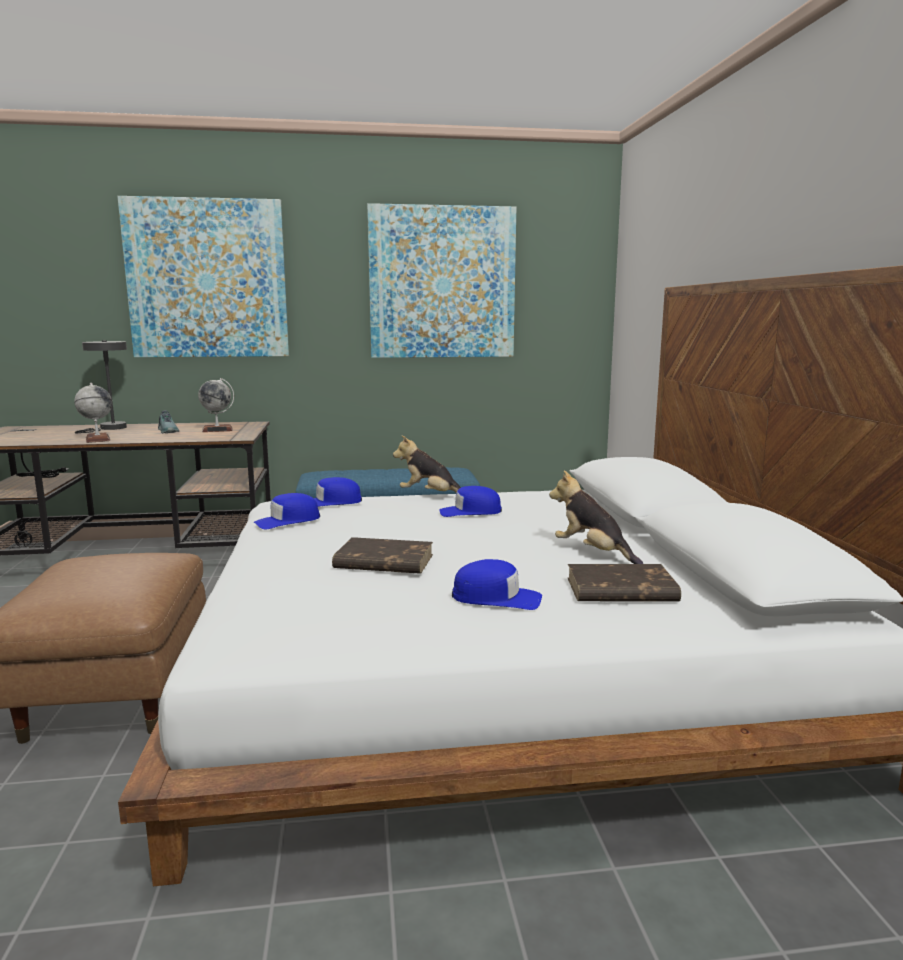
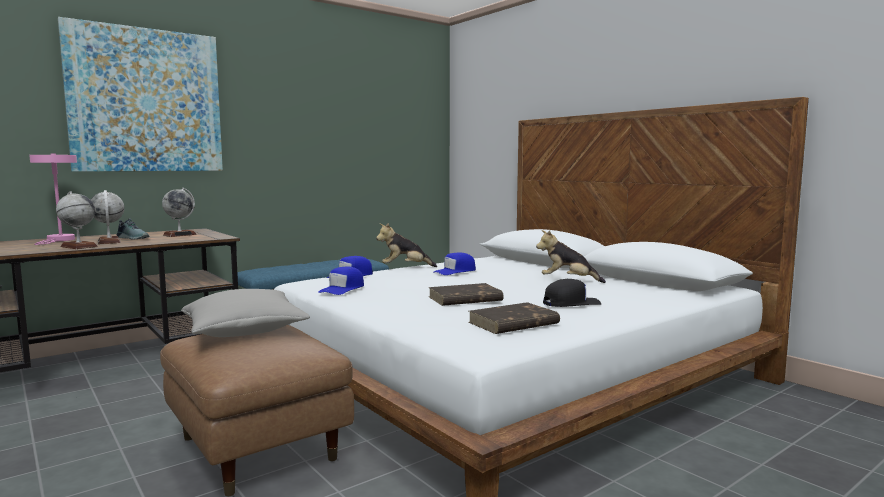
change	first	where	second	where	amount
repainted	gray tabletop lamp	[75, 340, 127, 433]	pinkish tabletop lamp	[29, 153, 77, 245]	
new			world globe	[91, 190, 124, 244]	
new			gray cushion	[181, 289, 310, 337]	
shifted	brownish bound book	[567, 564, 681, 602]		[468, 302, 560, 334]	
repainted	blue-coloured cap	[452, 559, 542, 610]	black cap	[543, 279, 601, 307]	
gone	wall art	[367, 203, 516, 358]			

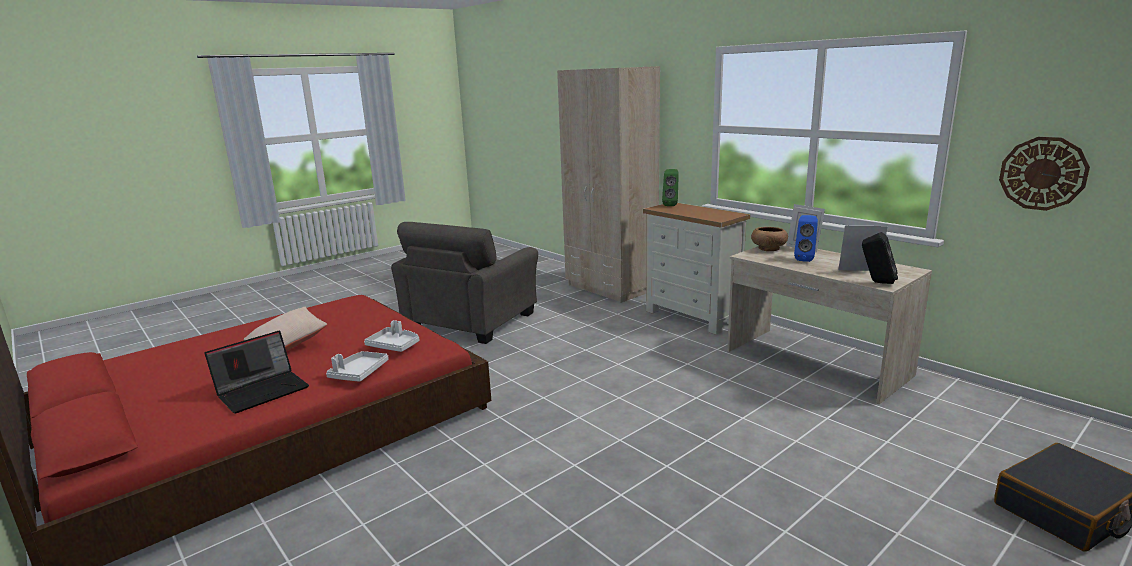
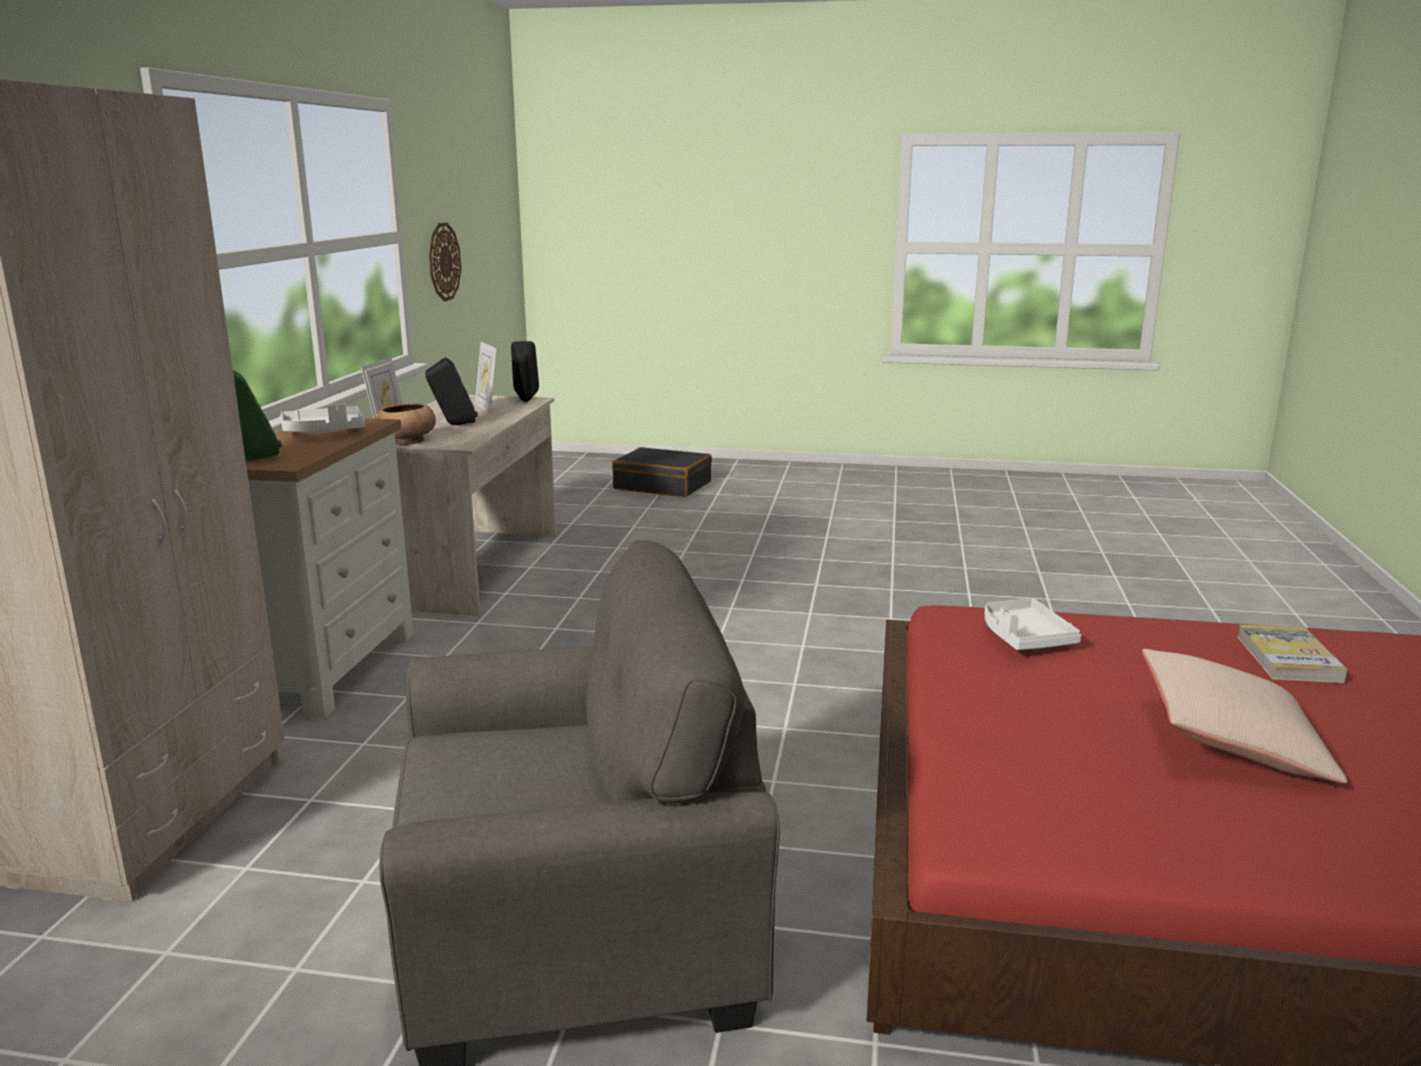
change	first	where	second	where	amount
shifted	white-coloured carrying tray	[326, 351, 389, 382]		[280, 404, 365, 433]	
repainted	blue-coloured audio speaker	[794, 215, 818, 262]	black audio speaker	[425, 357, 478, 425]	
swapped	portable computer	[204, 331, 309, 414]	bound book	[1237, 625, 1348, 683]	

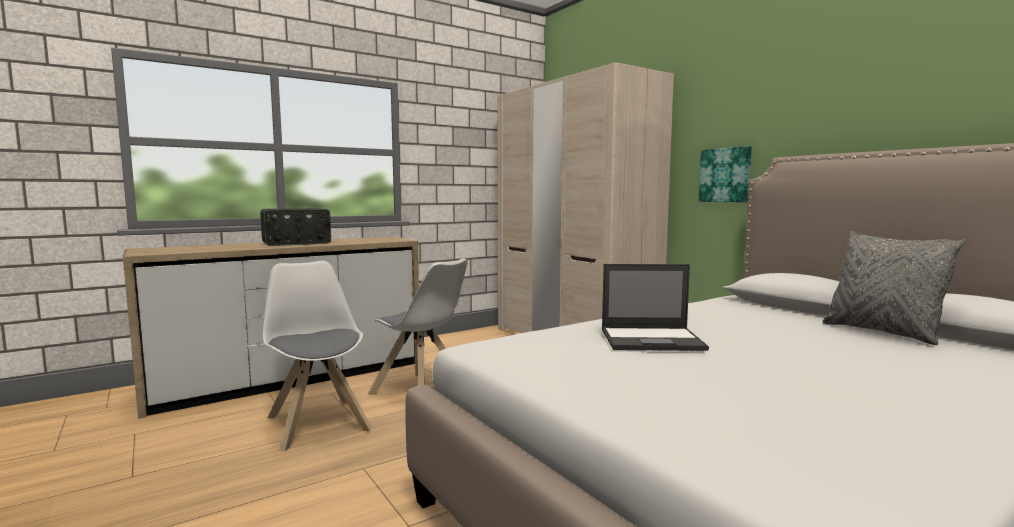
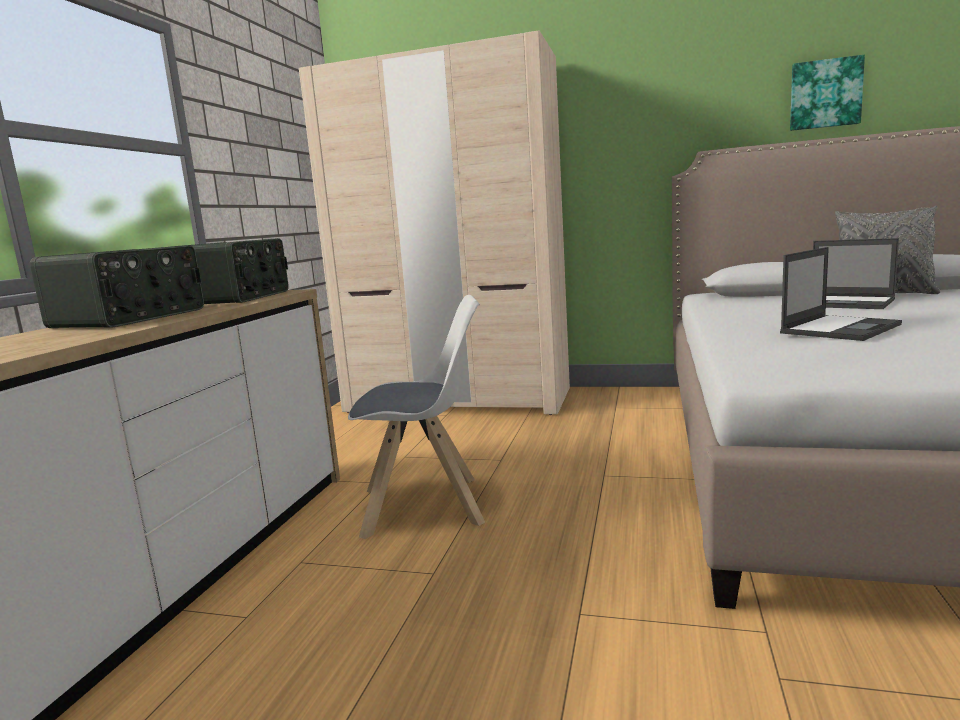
change	first	where	second	where	amount
new			radio set	[170, 238, 289, 304]	
shifted	wall art	[699, 146, 752, 202]		[790, 55, 865, 131]	
new			portable computer	[813, 238, 899, 309]	
gone	chair	[263, 261, 372, 451]			

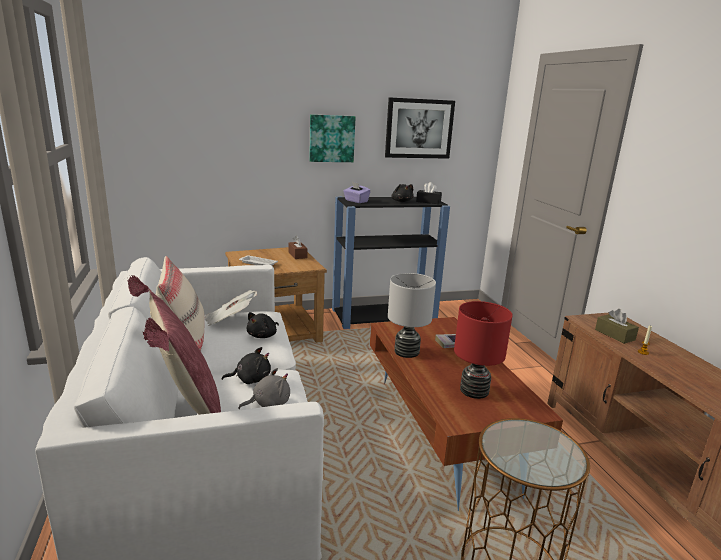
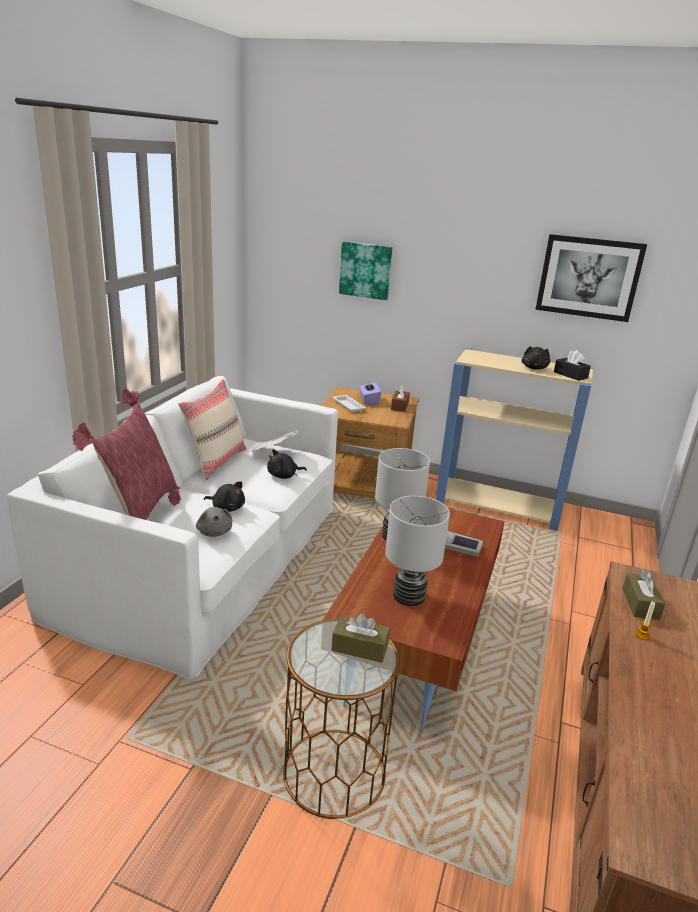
change	first	where	second	where	amount
rotated	gray cuddly toy	[238, 368, 290, 409]		[196, 507, 232, 537]	60 degrees clockwise
new			brownish tissue holder	[332, 613, 390, 663]	
shifted	wall art	[309, 114, 355, 162]		[339, 241, 392, 300]	
shifted	purplish tissue holder	[343, 182, 371, 203]		[359, 382, 381, 405]	
repainted	reddish tabletop lamp	[454, 301, 513, 399]	gray tabletop lamp	[385, 496, 450, 606]	
repainted	black shelving unit	[332, 197, 450, 329]	beige-coloured shelving unit	[436, 348, 593, 531]	

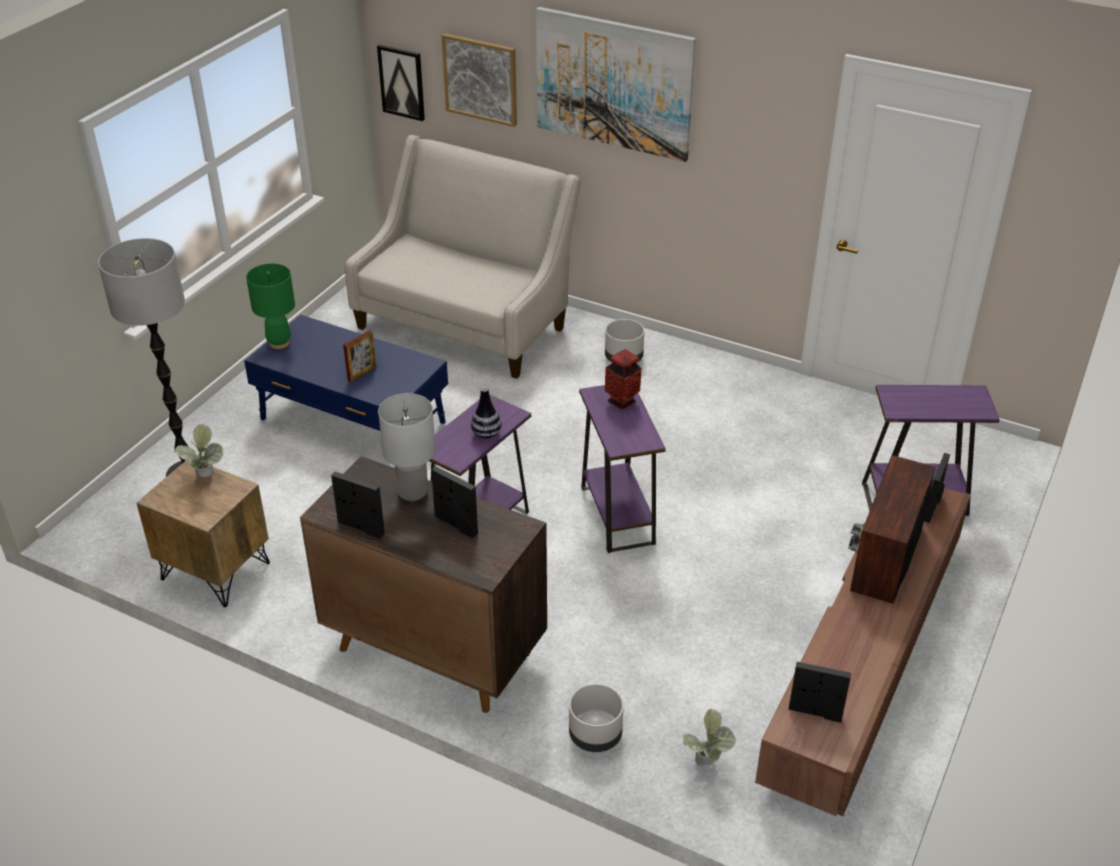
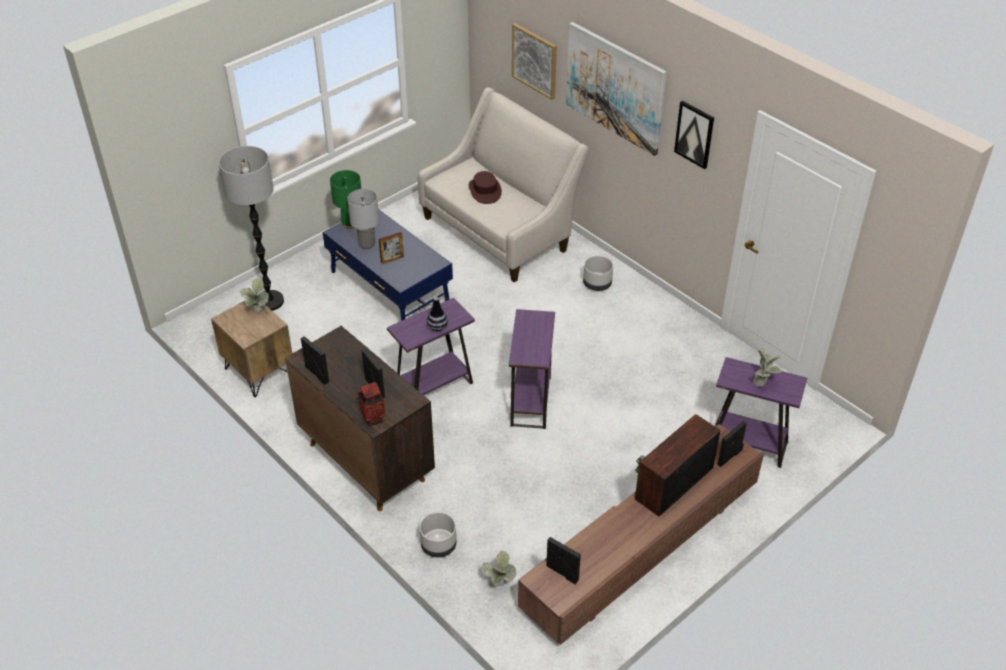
change	first	where	second	where	amount
shifted	gray tabletop lamp	[378, 393, 436, 501]		[347, 189, 379, 249]	
shifted	flower vase	[605, 349, 641, 410]		[358, 382, 385, 427]	
new			brownish clothing hat	[469, 171, 502, 204]	
shifted	wall art	[377, 44, 425, 121]		[674, 101, 714, 169]	
new			houseplant	[753, 348, 781, 387]	

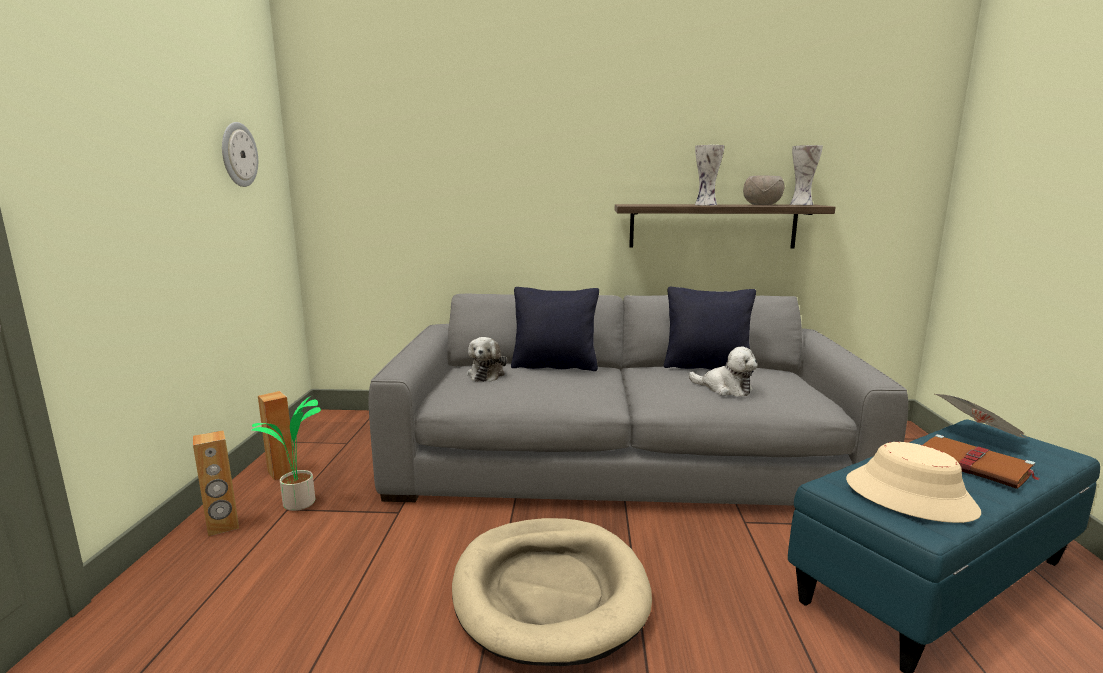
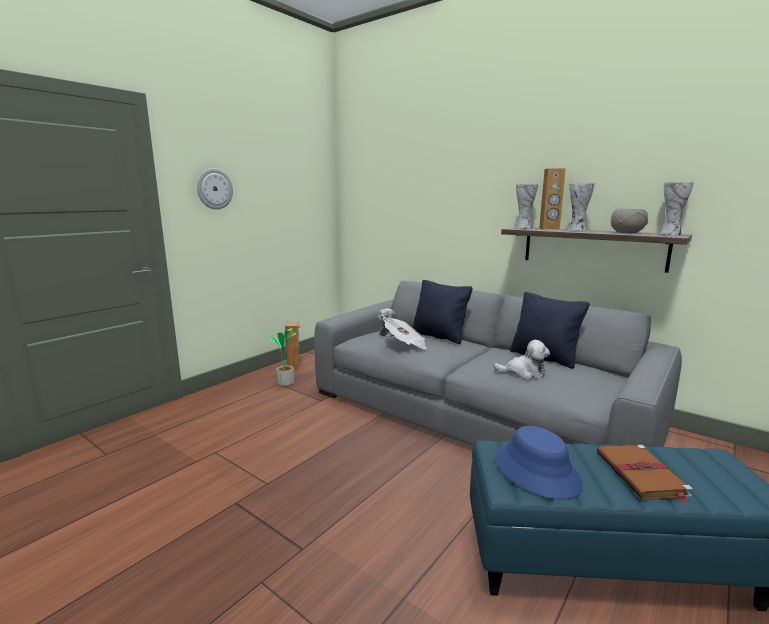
change	first	where	second	where	amount
shifted	wall clock	[222, 122, 258, 187]		[197, 168, 233, 210]	
shifted	daily paper	[935, 394, 1027, 438]		[383, 317, 426, 349]	
rotated	cuddly toy	[689, 347, 758, 397]		[493, 340, 550, 379]	60 degrees counterclockwise
repainted	beige-coloured clothing hat	[846, 442, 981, 523]	blue-coloured clothing hat	[495, 426, 583, 500]	
new			flower vase	[515, 184, 538, 229]	
shifted	brownish audio speaker	[193, 430, 239, 536]		[539, 168, 566, 230]	
gone	beige-coloured pet bed	[452, 518, 652, 666]			

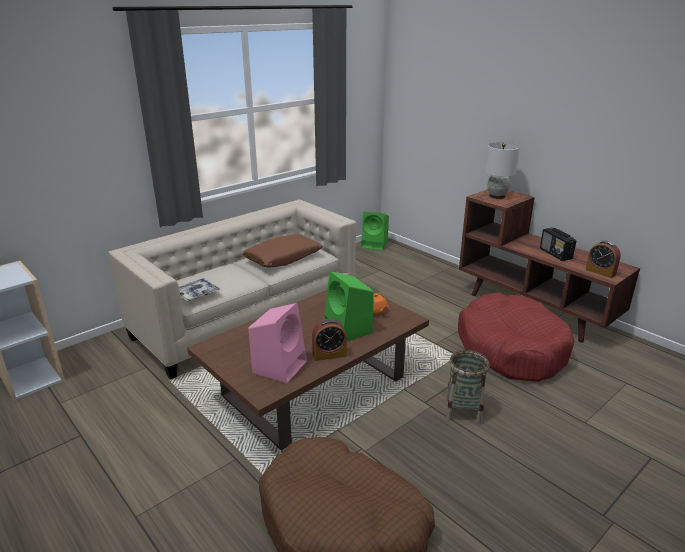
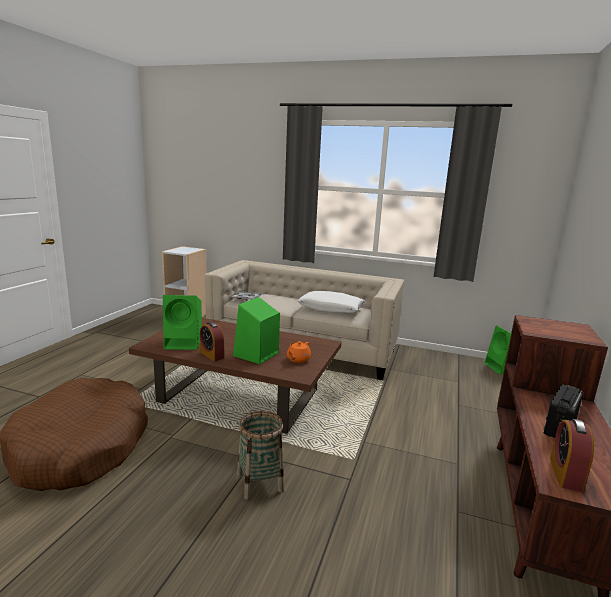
change	first	where	second	where	amount
repainted	pinkish audio speaker	[248, 303, 307, 384]	green audio speaker	[163, 295, 202, 350]	
repainted	brownish cushion	[242, 234, 323, 267]	white-coloured cushion	[297, 291, 365, 313]	
gone	reddish pet bed	[458, 293, 574, 382]			
gone	white-coloured tabletop lamp	[485, 142, 520, 199]			

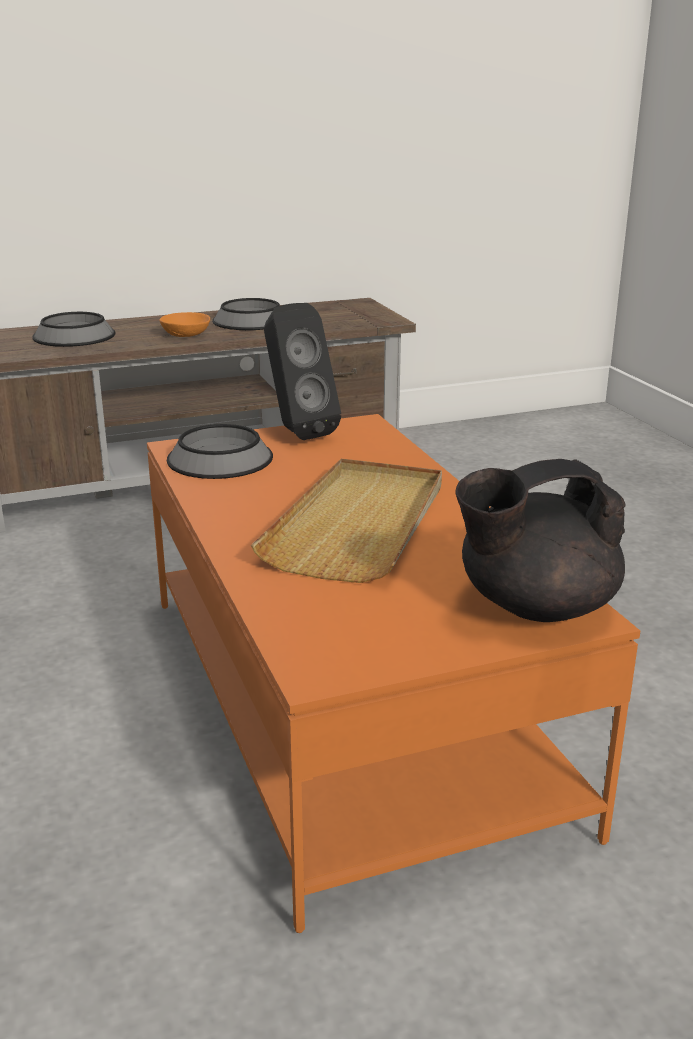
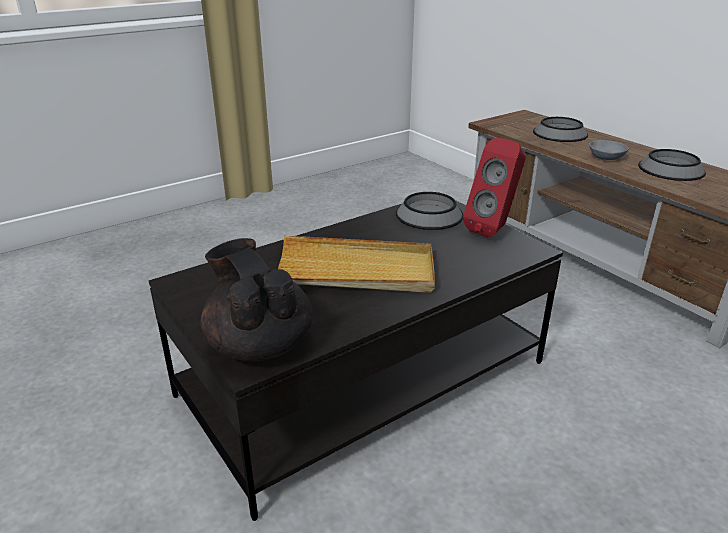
change	first	where	second	where	amount
repainted	orange-coloured low table	[147, 414, 640, 933]	black low table	[149, 192, 563, 521]	
repainted	black audio speaker	[264, 303, 341, 440]	reddish audio speaker	[463, 138, 526, 238]	
repainted	orange-coloured serving bowl	[159, 312, 210, 337]	gray serving bowl	[589, 140, 629, 160]	

